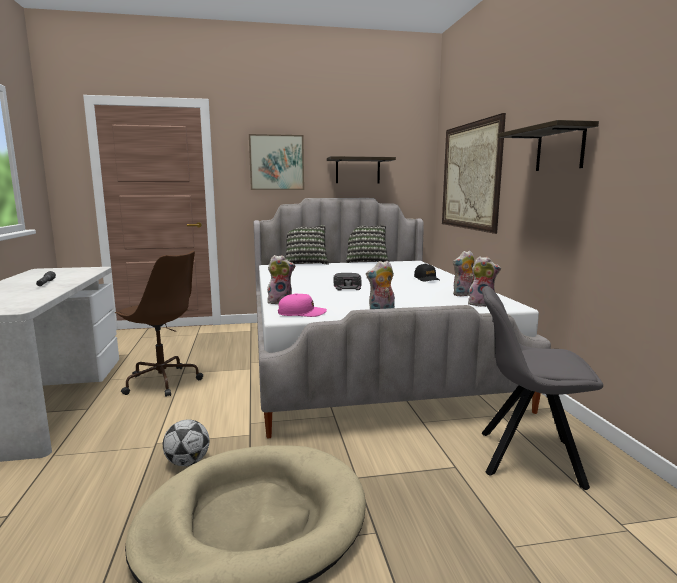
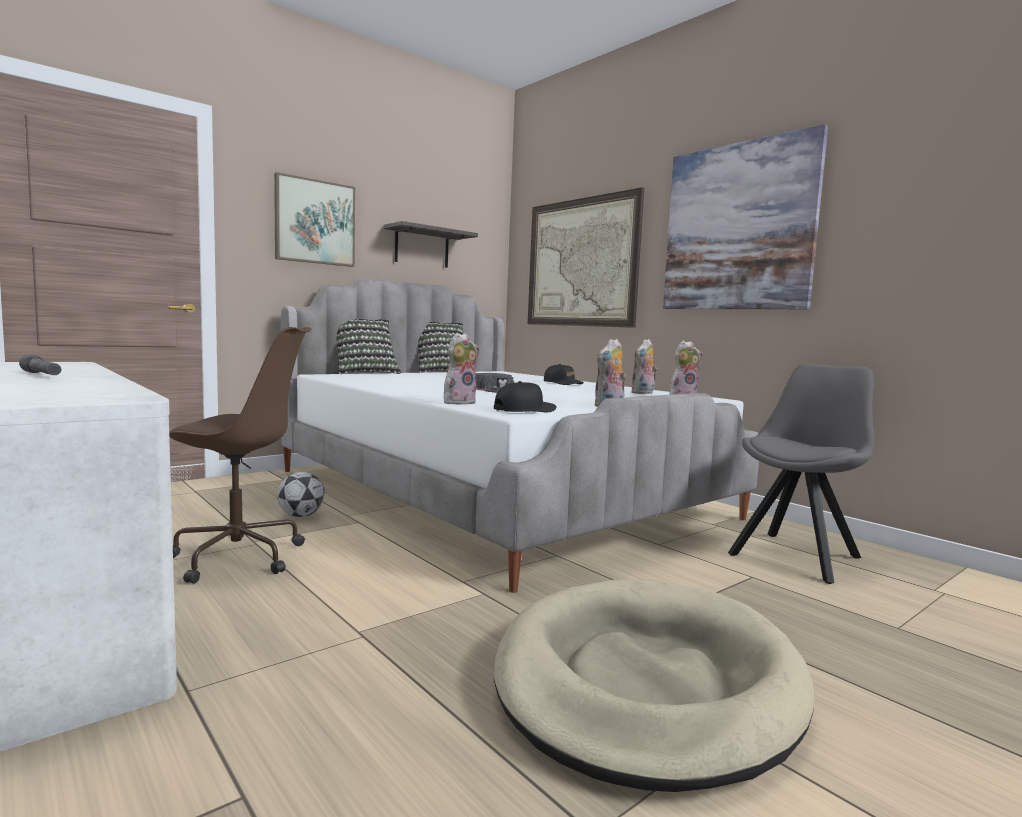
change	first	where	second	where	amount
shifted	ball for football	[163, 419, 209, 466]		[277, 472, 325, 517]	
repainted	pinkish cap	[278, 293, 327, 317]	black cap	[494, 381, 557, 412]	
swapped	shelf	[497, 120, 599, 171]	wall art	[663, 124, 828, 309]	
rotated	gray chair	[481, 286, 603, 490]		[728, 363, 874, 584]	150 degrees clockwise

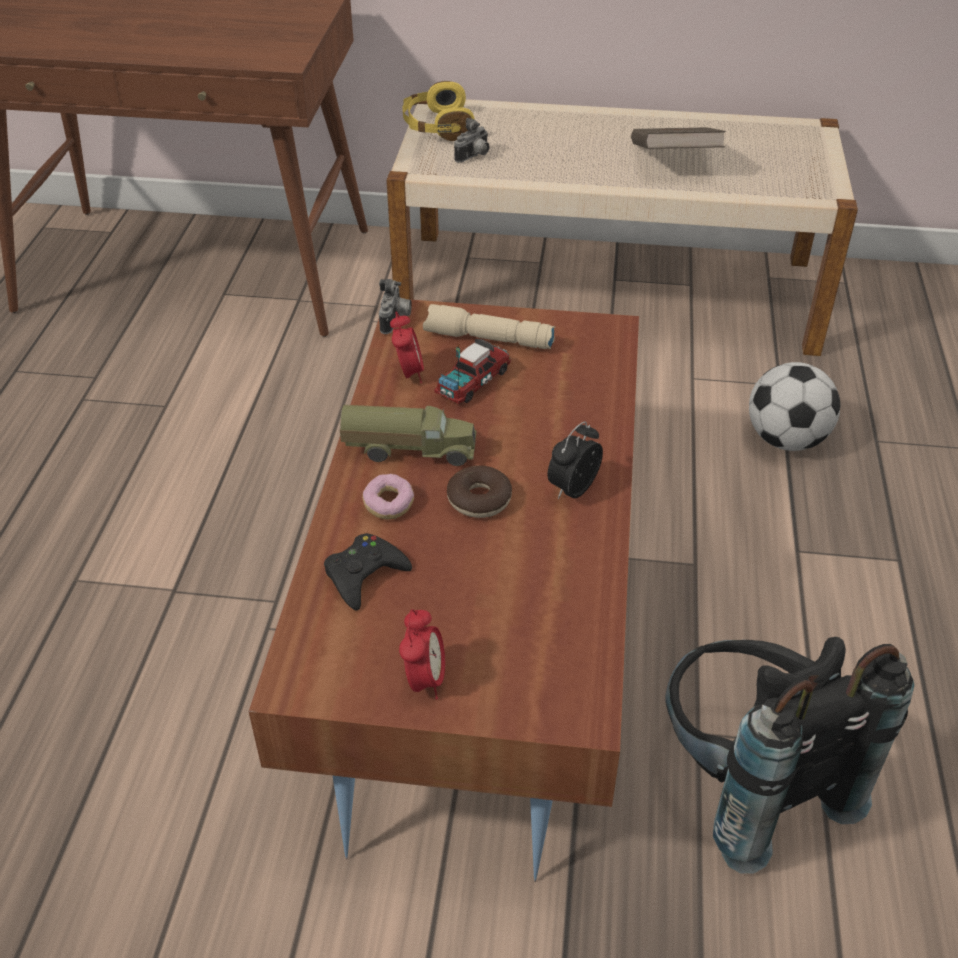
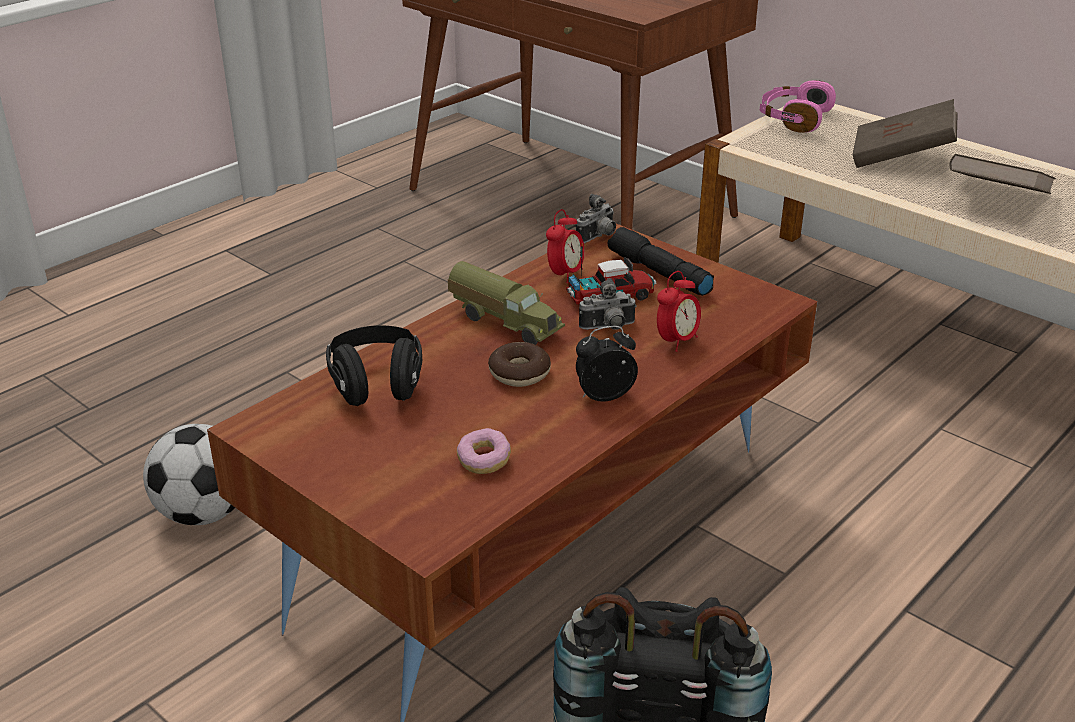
change	first	where	second	where	amount
shifted	ball for football	[749, 362, 840, 451]		[143, 424, 235, 525]	
swapped	black joypad	[324, 533, 412, 611]	black headphones	[326, 326, 422, 406]	
shifted	donut	[362, 474, 414, 519]		[457, 428, 511, 474]	
shifted	photo camera	[454, 118, 490, 163]		[579, 278, 637, 330]	
repainted	beige-coloured hand torch	[423, 304, 555, 349]	black hand torch	[607, 227, 714, 296]	
shifted	bedside clock	[399, 609, 445, 700]		[657, 271, 701, 352]	
repainted	yellow headphones	[402, 81, 475, 141]	pinkish headphones	[760, 80, 836, 133]	
new			brownish bound book	[853, 99, 958, 168]	

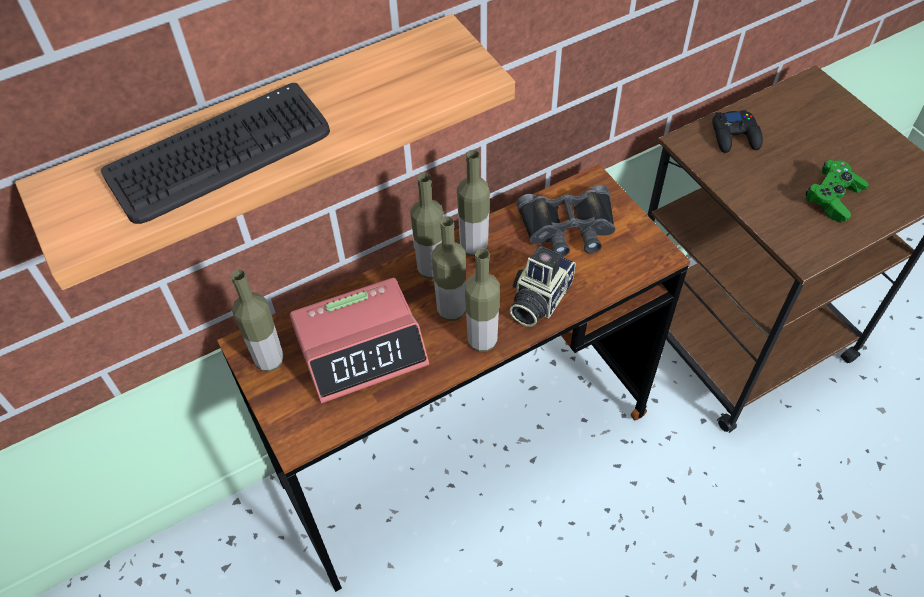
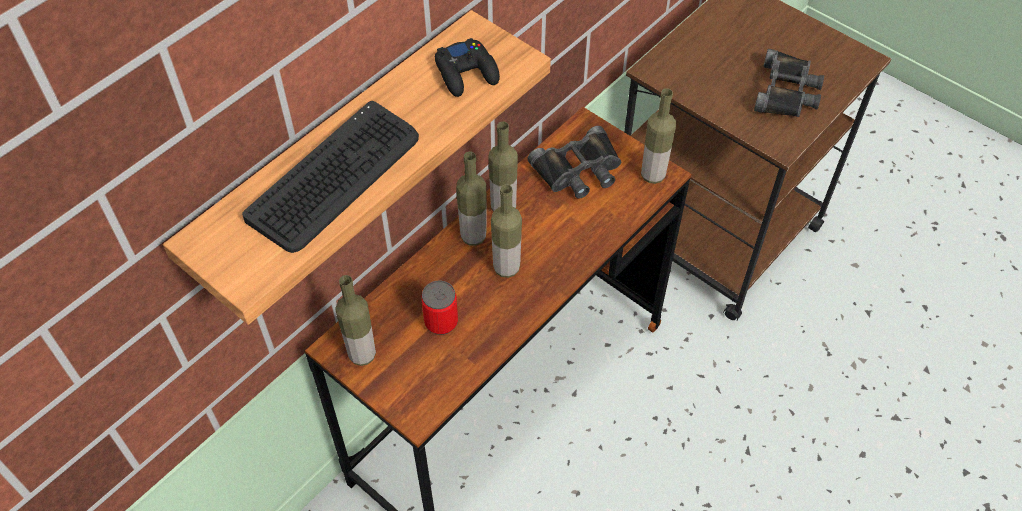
change	first	where	second	where	amount
swapped	bedside clock	[290, 278, 429, 403]	metal can	[421, 281, 458, 335]	
shifted	black joypad	[712, 110, 763, 153]		[435, 38, 500, 97]	
shifted	bottle	[465, 248, 500, 352]		[641, 88, 676, 184]	
swapped	green joypad	[806, 160, 868, 223]	black pair of binoculars	[754, 49, 824, 117]	
gone	photo camera	[509, 246, 576, 327]			

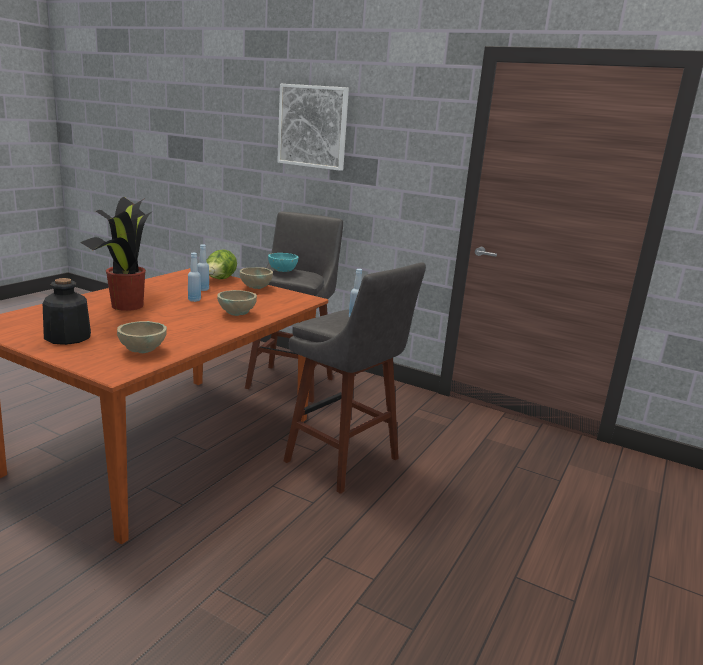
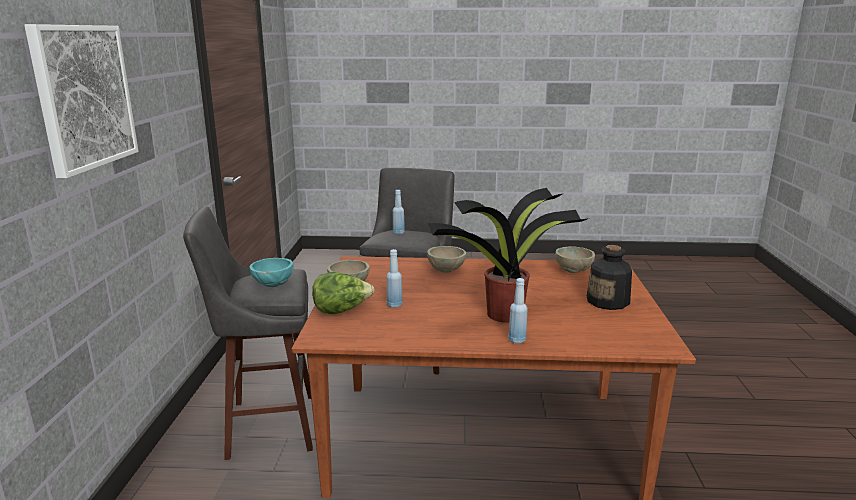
change	first	where	second	where	amount
shifted	blue-coloured bottle	[188, 253, 201, 302]		[509, 278, 528, 344]	

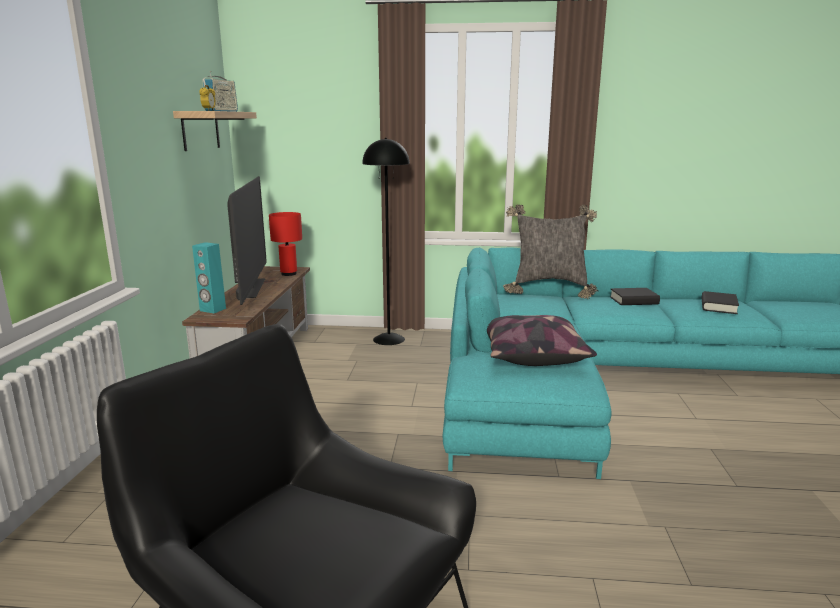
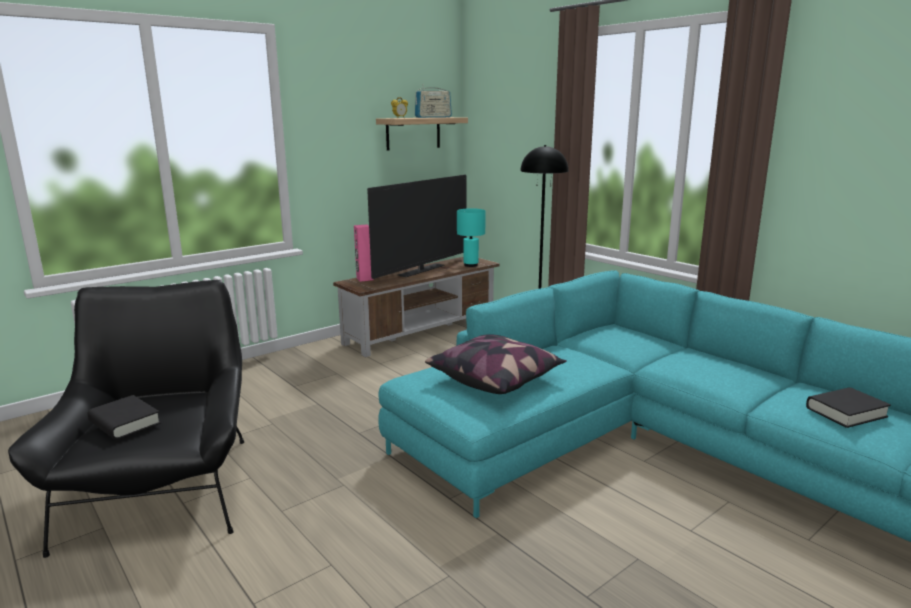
change	first	where	second	where	amount
shifted	black bound book	[610, 288, 660, 305]		[87, 395, 161, 440]	
repainted	blue-green audio speaker	[192, 242, 226, 313]	pinkish audio speaker	[354, 225, 373, 282]	
repainted	reddish tabletop lamp	[269, 212, 302, 276]	blue-green tabletop lamp	[457, 208, 485, 267]	
gone	cushion	[503, 204, 598, 299]			

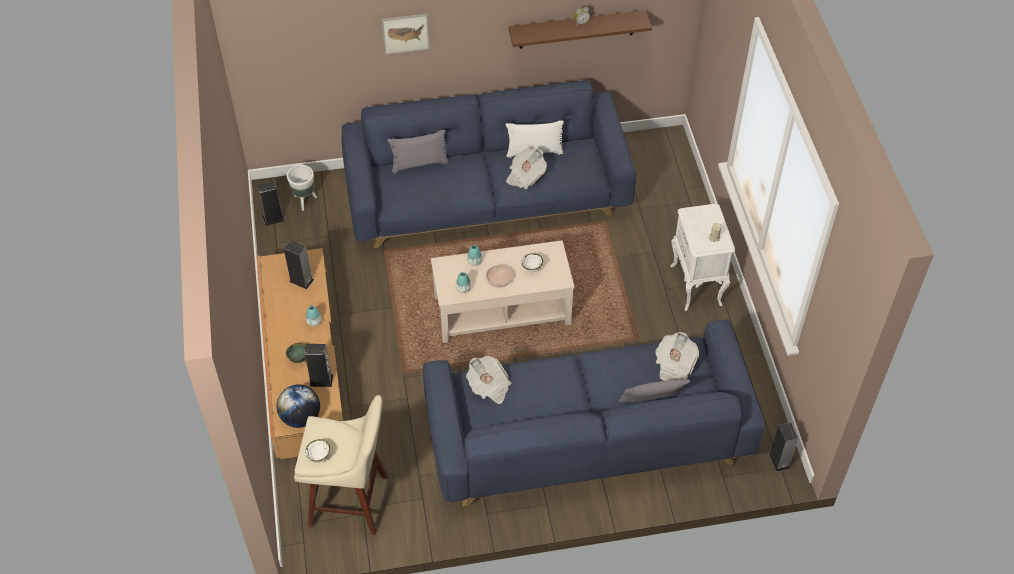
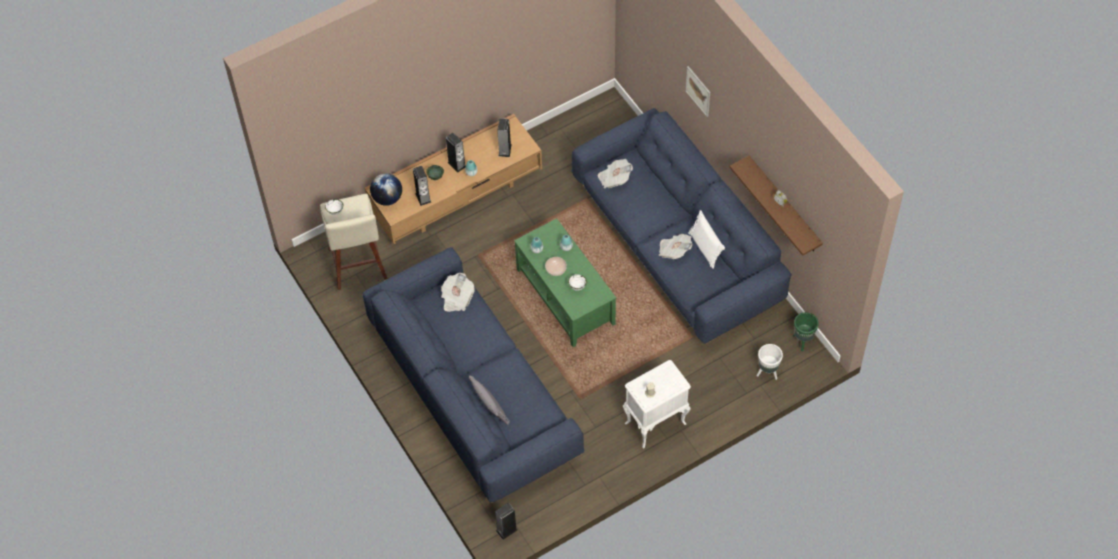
change	first	where	second	where	amount
shifted	audio speaker	[257, 181, 284, 226]		[446, 133, 466, 172]	
repainted	beige-coloured low table	[431, 240, 575, 343]	green low table	[514, 218, 616, 347]	
shifted	daily paper	[655, 332, 699, 381]		[598, 159, 633, 189]	
shifted	white-coloured plant pot	[287, 165, 317, 211]		[756, 344, 783, 380]	
new			green plant pot	[793, 312, 819, 351]	
gone	gray cushion	[387, 130, 448, 173]			

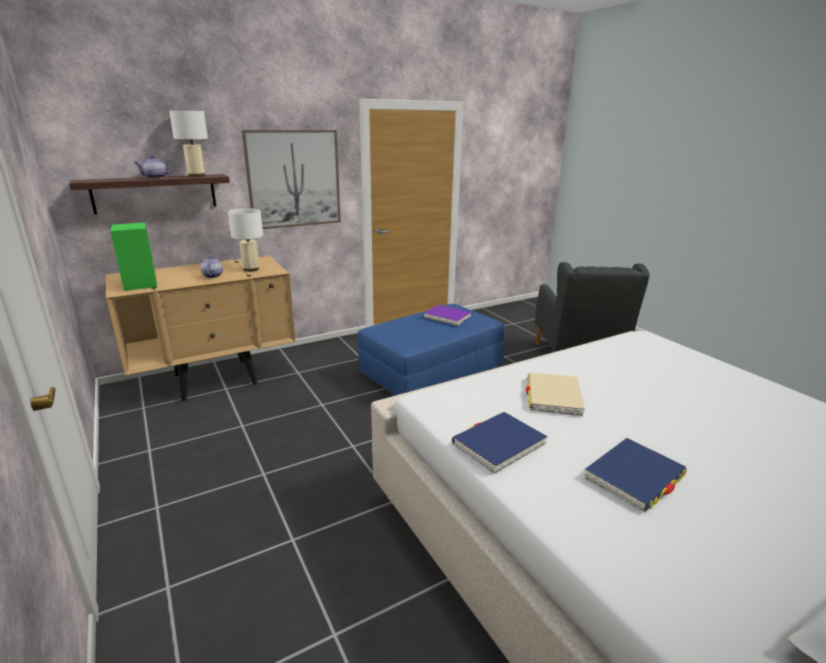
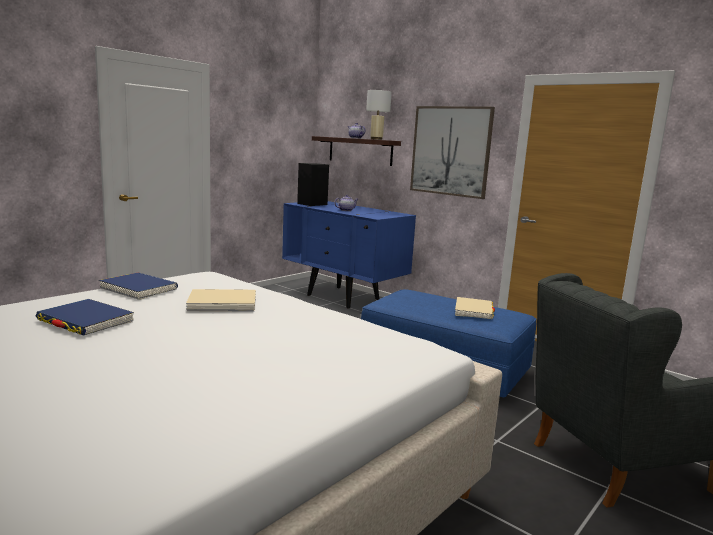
change	first	where	second	where	amount
repainted	beige-coloured chest of drawers	[106, 256, 295, 401]	blue-coloured chest of drawers	[282, 201, 416, 309]	
repainted	green audio speaker	[110, 222, 157, 291]	black audio speaker	[297, 163, 329, 206]	
repainted	purplish bound book	[424, 305, 471, 326]	beige-coloured bound book	[455, 297, 495, 319]	
gone	white-coloured tabletop lamp	[228, 208, 263, 272]			

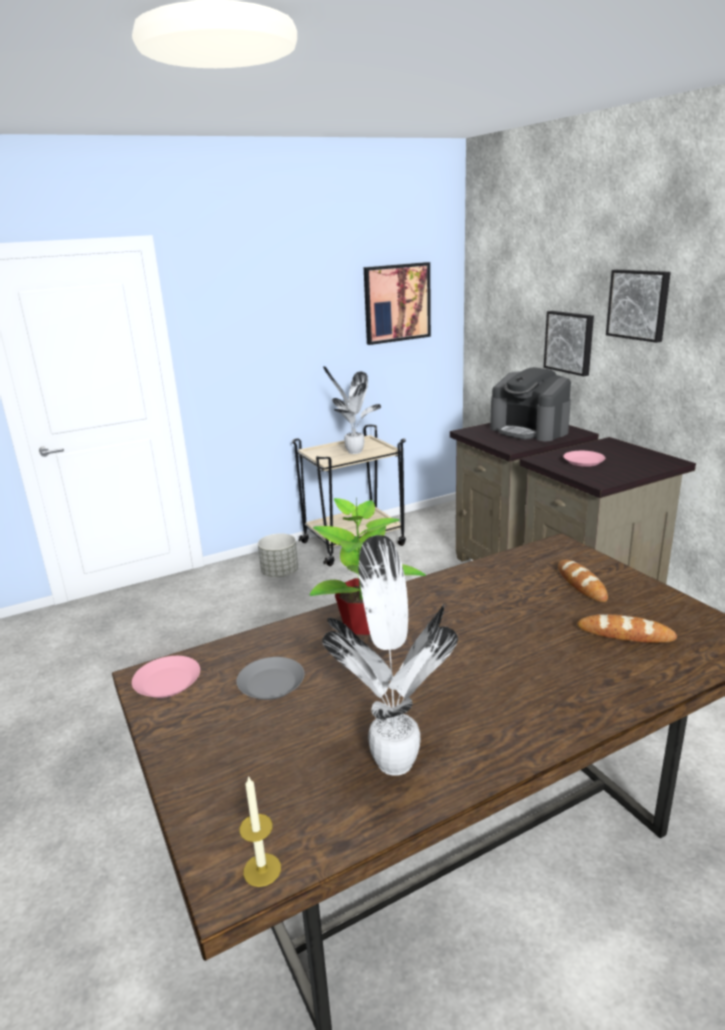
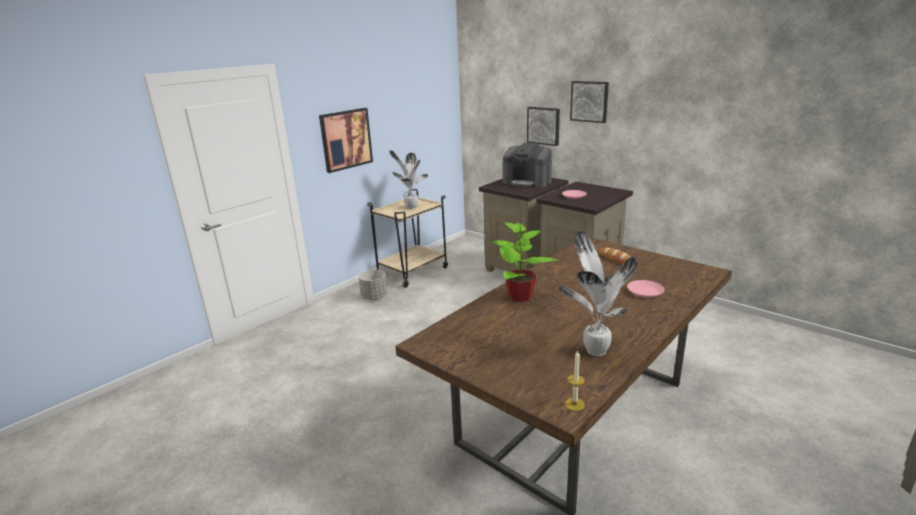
change	first	where	second	where	amount
shifted	wall art	[364, 262, 431, 345]		[319, 108, 373, 173]	
shifted	pinkish flat dish	[132, 656, 200, 698]		[627, 280, 664, 298]	
gone	gray flat dish	[236, 657, 304, 700]			
gone	baked bread	[577, 614, 677, 643]			

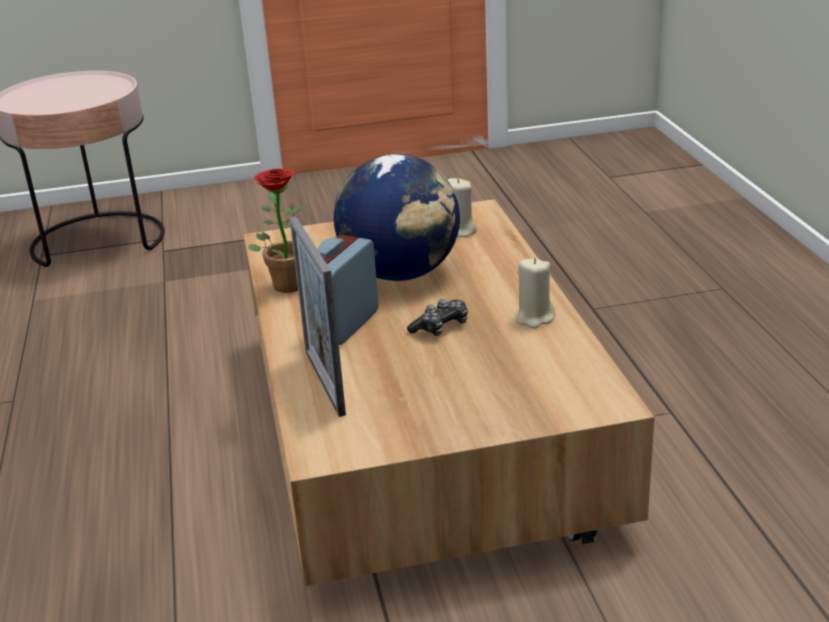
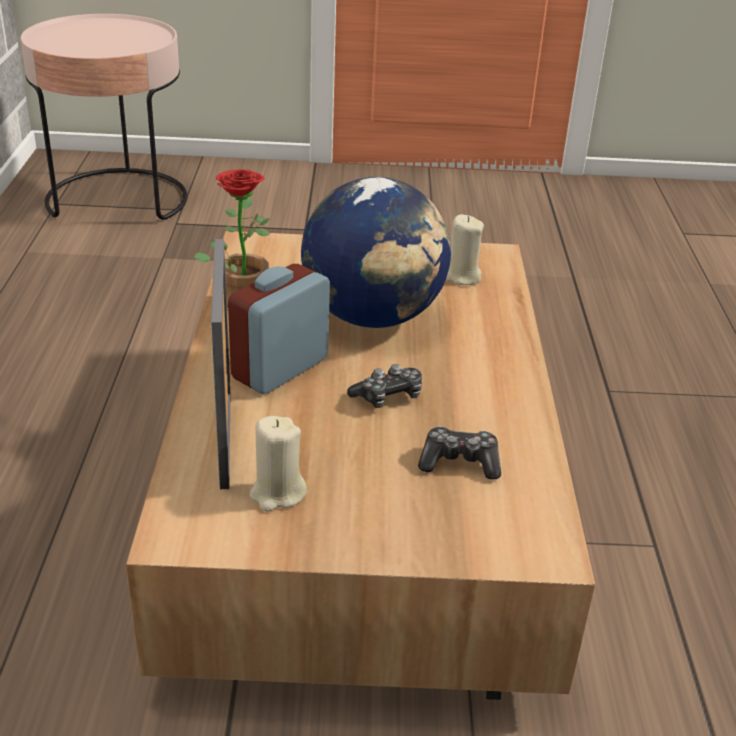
change	first	where	second	where	amount
shifted	beige-coloured wax candle	[516, 258, 555, 328]		[249, 416, 307, 512]	
new			joypad	[418, 426, 501, 480]	

